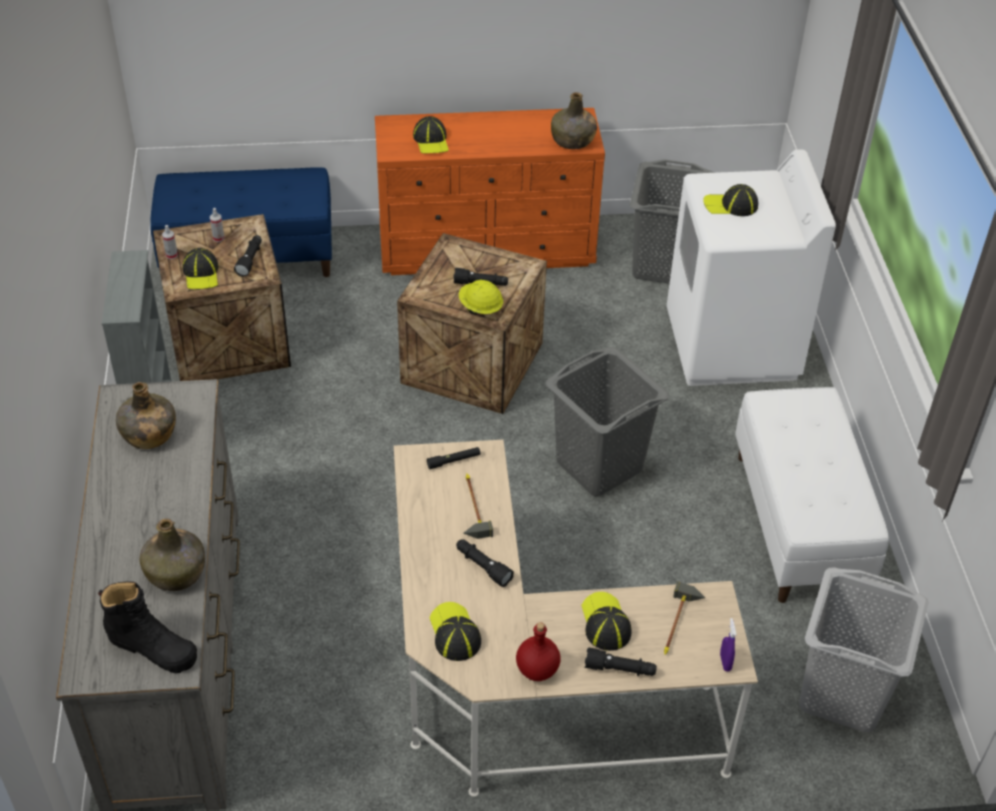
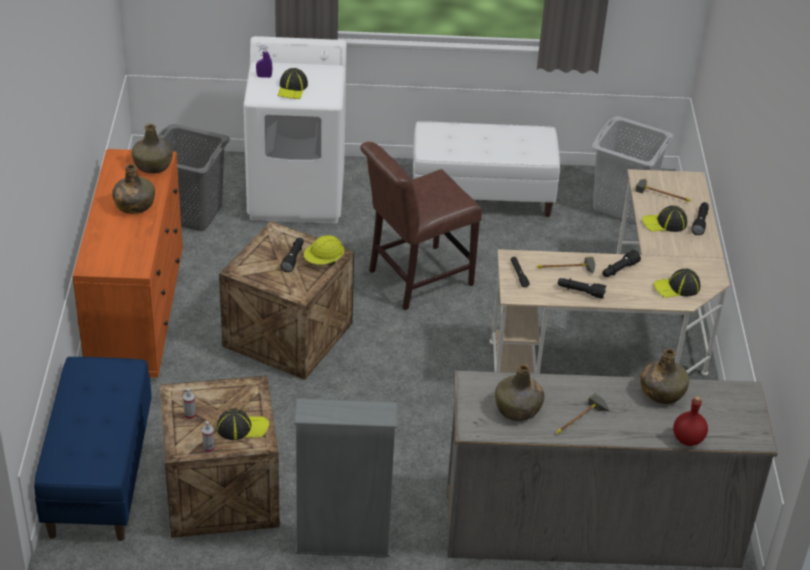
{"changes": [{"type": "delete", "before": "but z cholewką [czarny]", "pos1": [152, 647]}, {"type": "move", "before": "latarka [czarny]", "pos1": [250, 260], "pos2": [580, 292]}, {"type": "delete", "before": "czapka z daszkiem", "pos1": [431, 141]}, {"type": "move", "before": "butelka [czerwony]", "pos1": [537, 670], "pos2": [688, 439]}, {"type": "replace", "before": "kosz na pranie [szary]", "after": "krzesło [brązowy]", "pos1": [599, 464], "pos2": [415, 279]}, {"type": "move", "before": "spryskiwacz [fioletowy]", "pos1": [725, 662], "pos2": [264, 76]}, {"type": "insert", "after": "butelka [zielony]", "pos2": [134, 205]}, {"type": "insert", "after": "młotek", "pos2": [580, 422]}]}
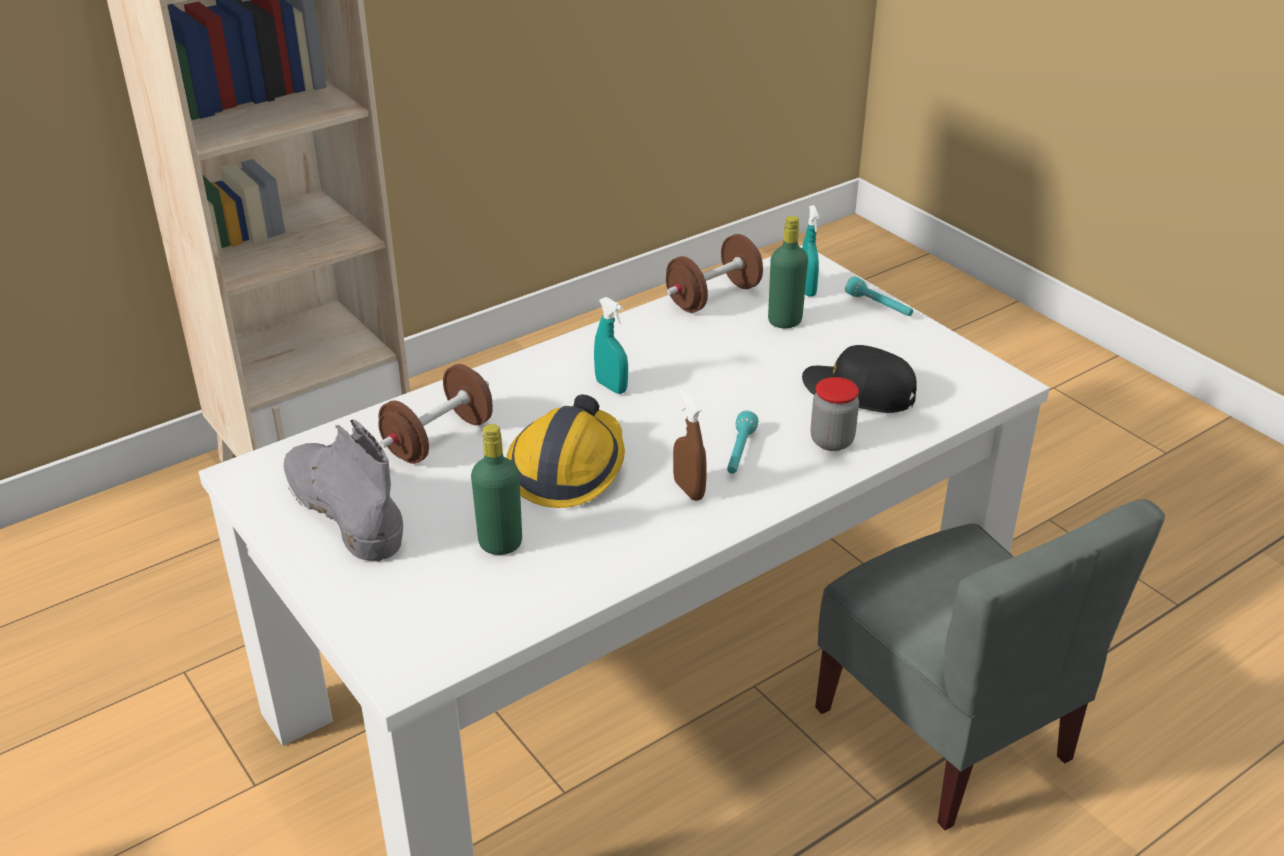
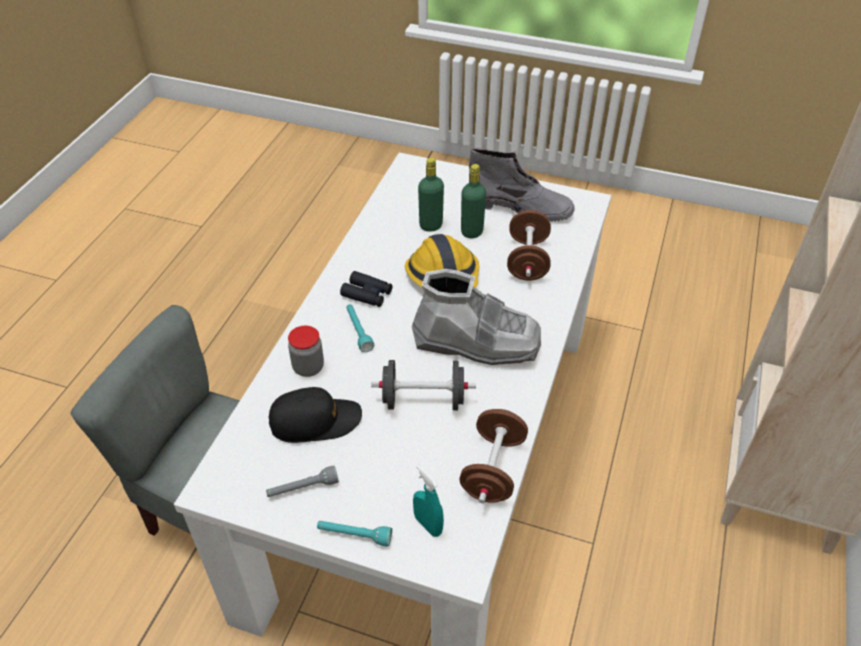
{"changes": [{"type": "replace", "before": "spryskiwacz [turkusowy]", "after": "but z cholewką [szary]", "pos1": [611, 387], "pos2": [477, 342]}, {"type": "replace", "before": "spryskiwacz [brązowy]", "after": "lornetka [czarny]", "pos1": [688, 490], "pos2": [367, 294]}, {"type": "move", "before": "butelka [zielony]", "pos1": [784, 321], "pos2": [472, 232]}, {"type": "insert", "after": "latarka [szary]", "pos2": [302, 488]}, {"type": "insert", "after": "hantel [czarny]", "pos2": [423, 400]}]}
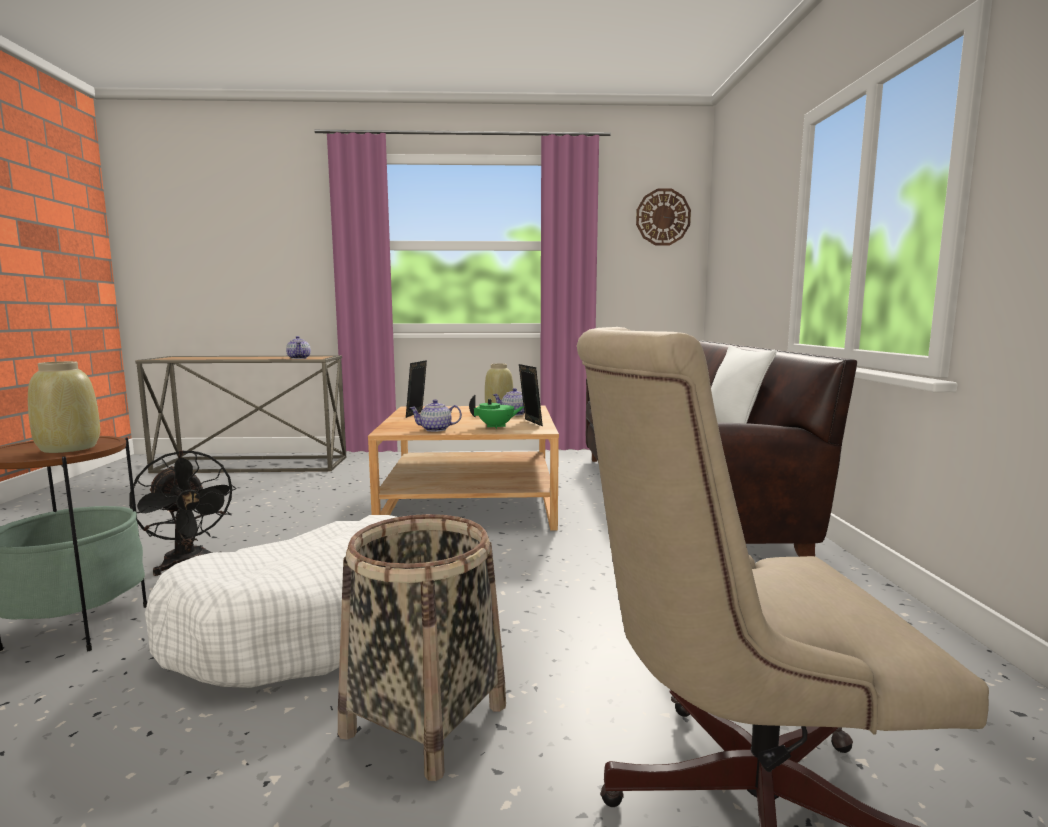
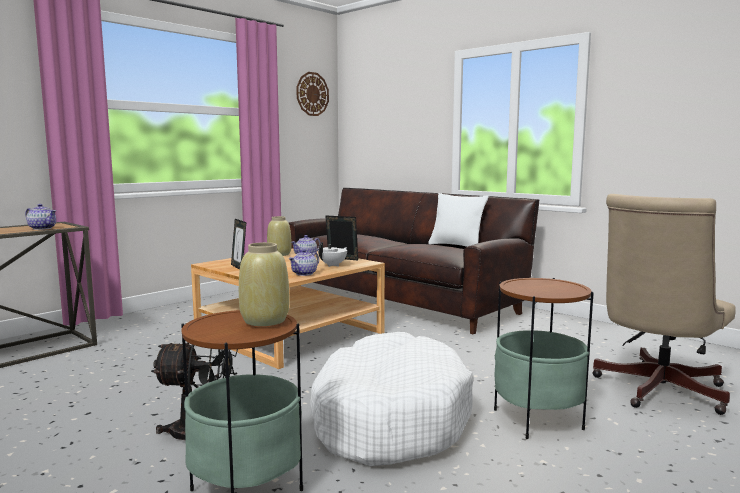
{"changes": [{"type": "replace", "before": "koszyk", "after": "stolik", "pos1": [424, 720], "pos2": [537, 419]}, {"type": "recolor", "before": "imbryk [zielony]", "after": "imbryk [biały]", "pos1": [496, 427], "pos2": [333, 265]}]}
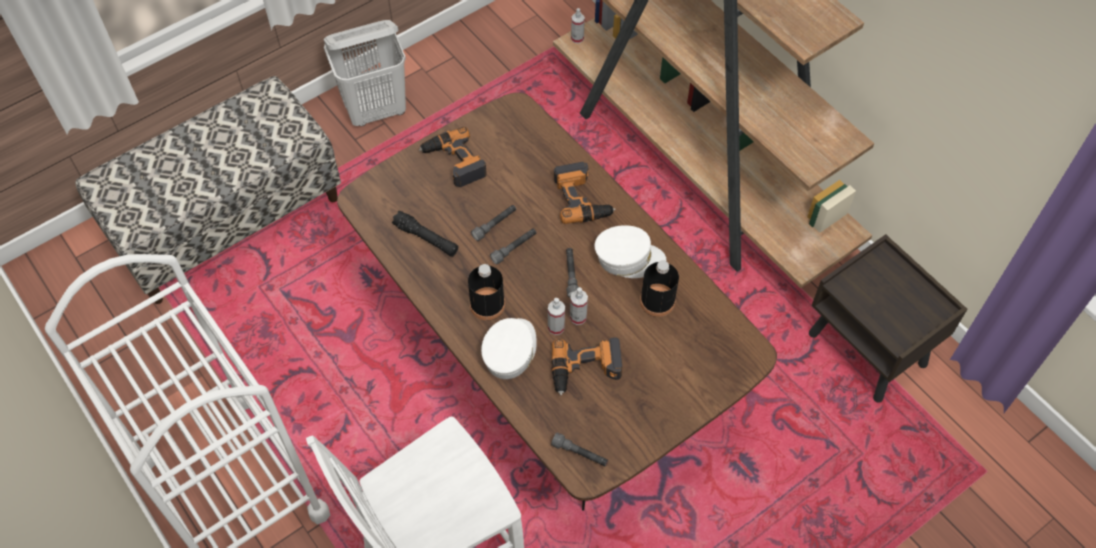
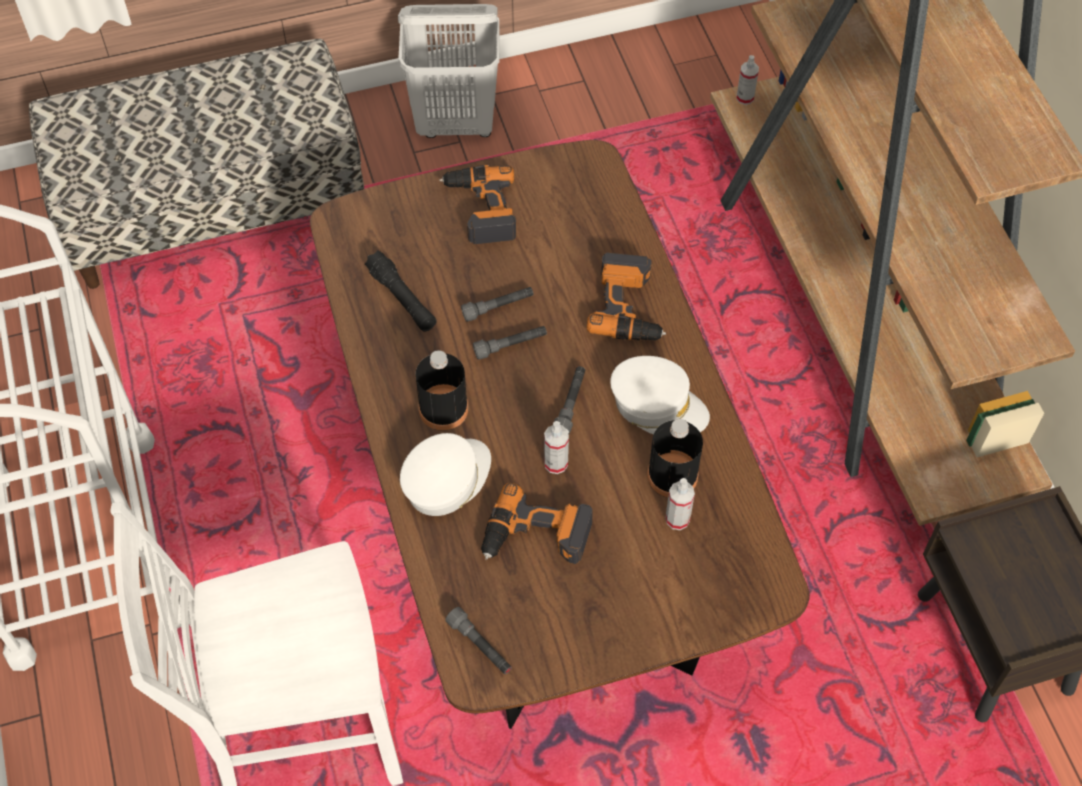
{"changes": [{"type": "move", "before": "spryskiwacz", "pos1": [556, 327], "pos2": [677, 519]}]}
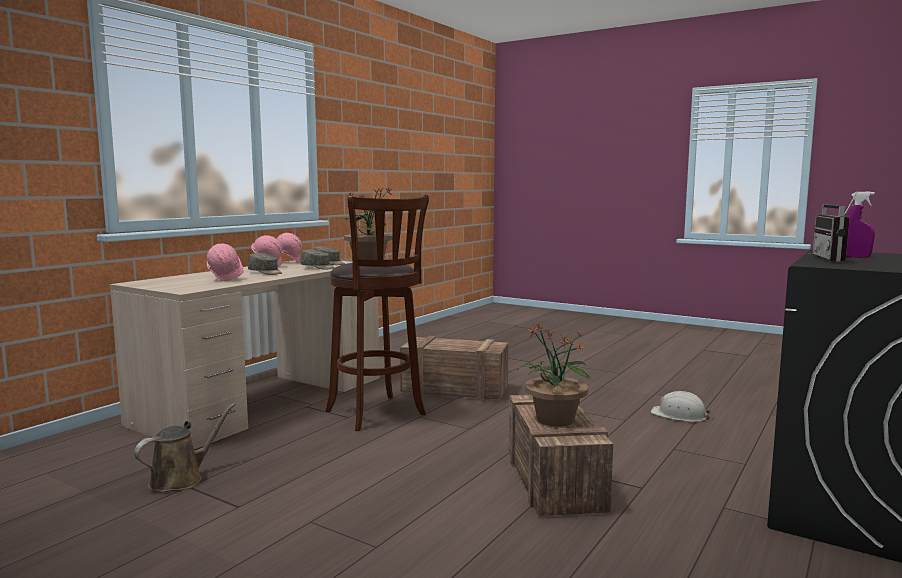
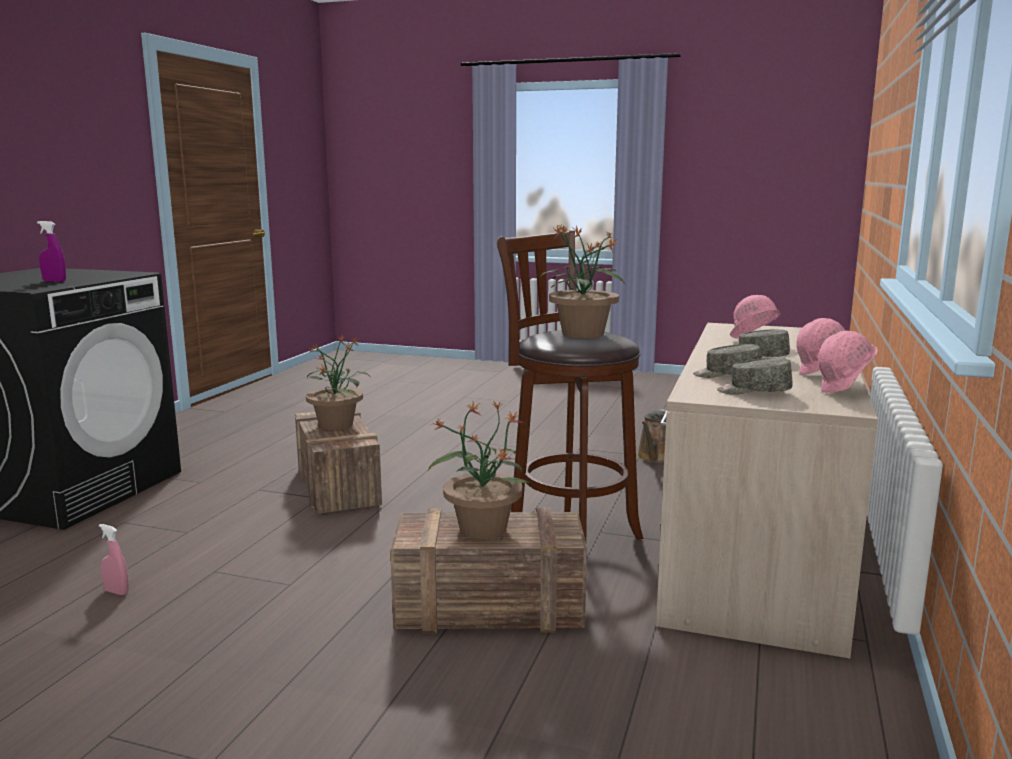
{"changes": [{"type": "replace", "before": "kask [biały]", "after": "spryskiwacz [różowy]", "pos1": [679, 415], "pos2": [116, 592]}, {"type": "delete", "before": "radio", "pos1": [836, 259]}, {"type": "insert", "after": "roślina doniczkowa", "pos2": [482, 528]}]}
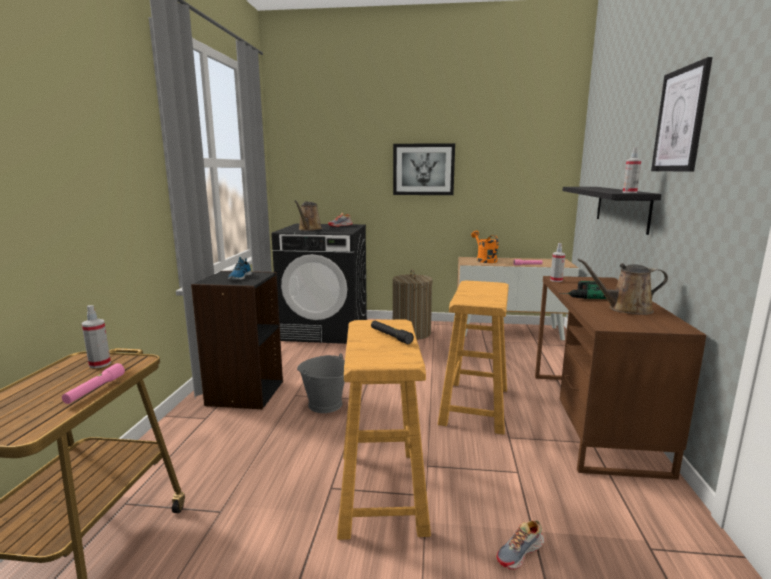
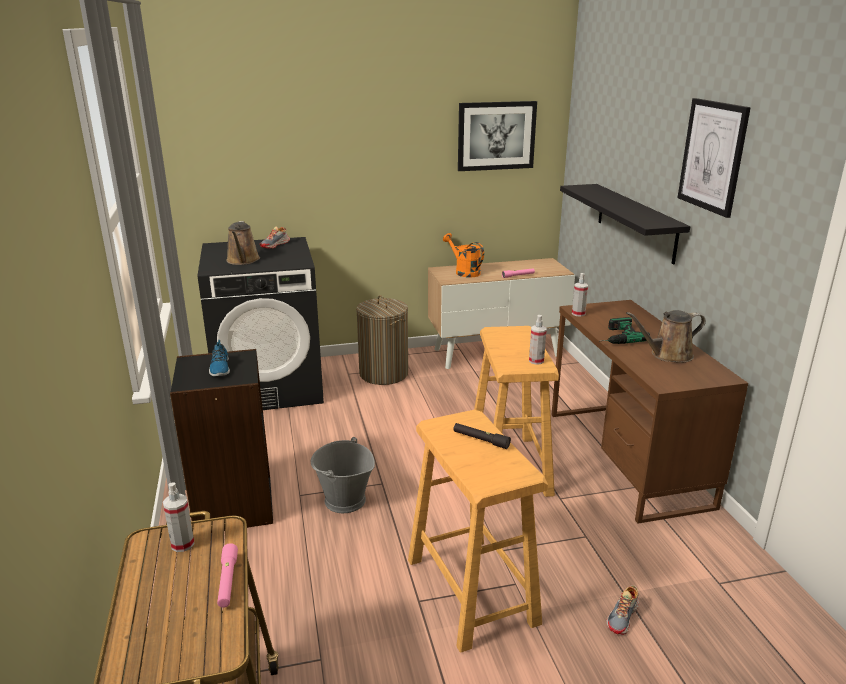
{"changes": [{"type": "move", "before": "obraz", "pos1": [423, 169], "pos2": [496, 136]}, {"type": "move", "before": "spryskiwacz", "pos1": [629, 192], "pos2": [536, 361]}]}
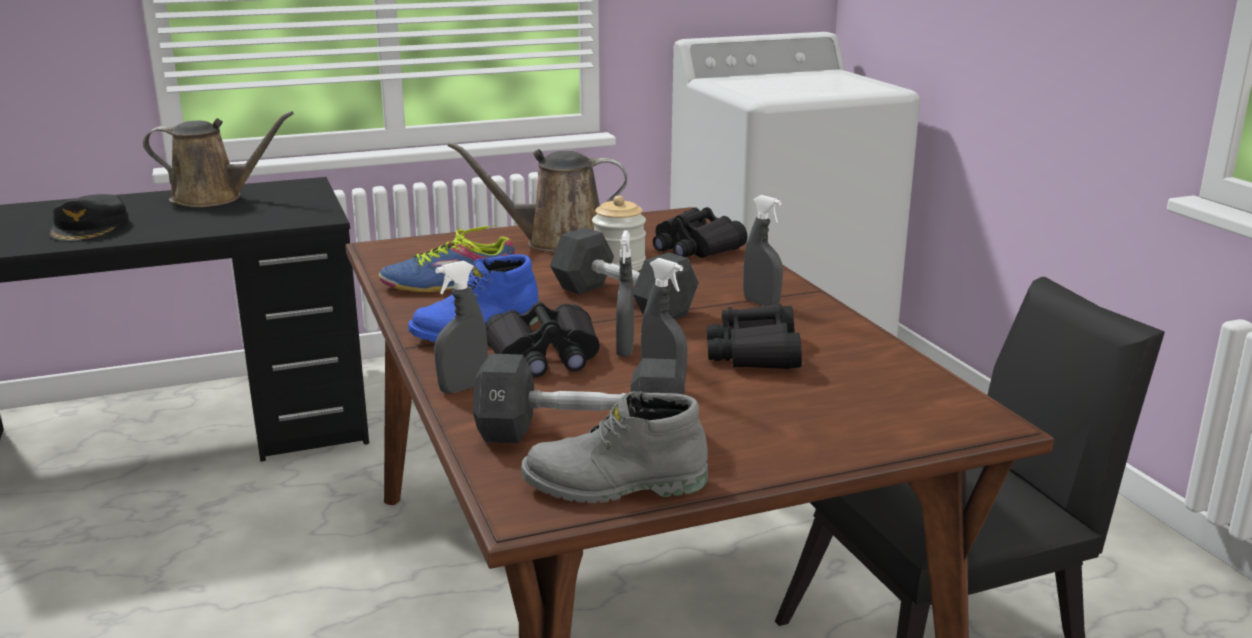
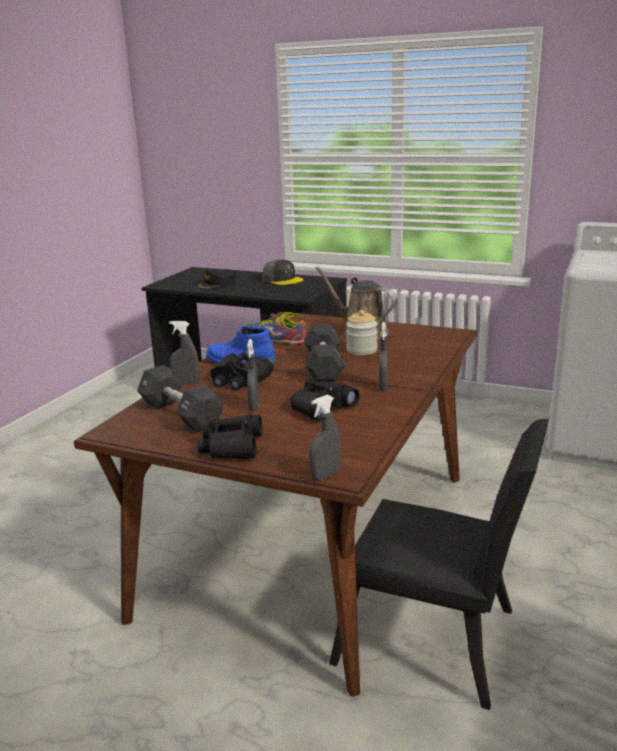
{"changes": [{"type": "replace", "before": "konewka [brązowy]", "after": "czapka z daszkiem [szary]", "pos1": [214, 198], "pos2": [282, 280]}, {"type": "delete", "before": "but z cholewką [szary]", "pos1": [614, 486]}, {"type": "move", "before": "spryskiwacz [szary]", "pos1": [625, 350], "pos2": [325, 475]}, {"type": "move", "before": "lornetka [czarny]", "pos1": [694, 248], "pos2": [232, 447]}]}
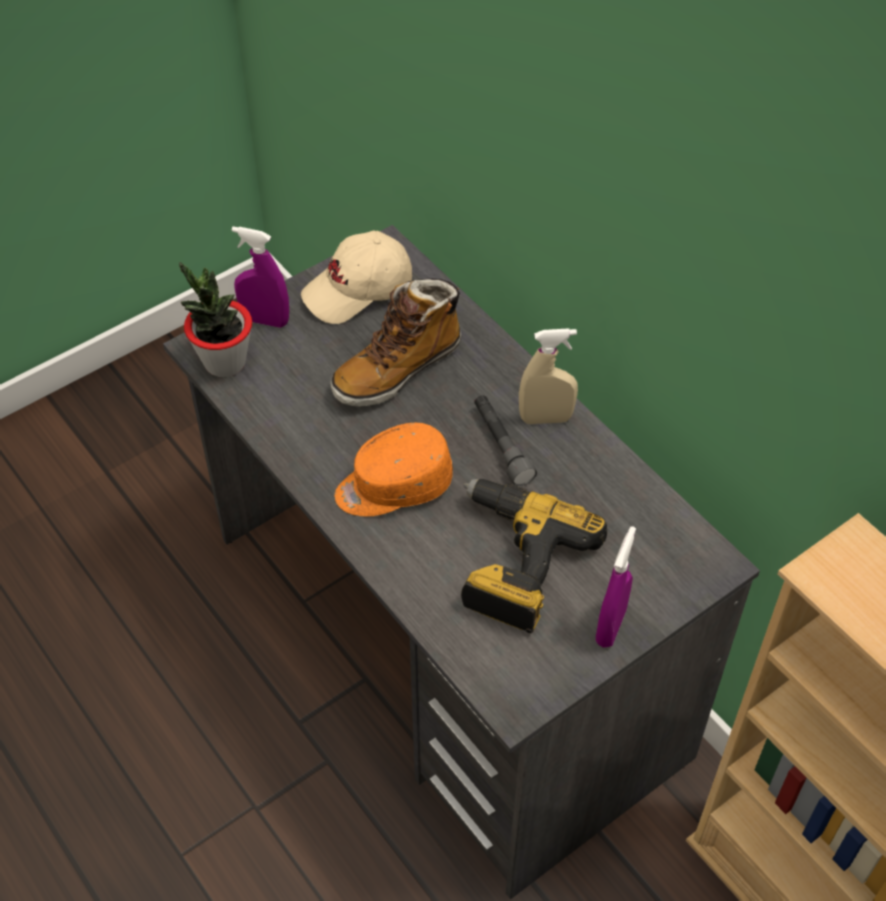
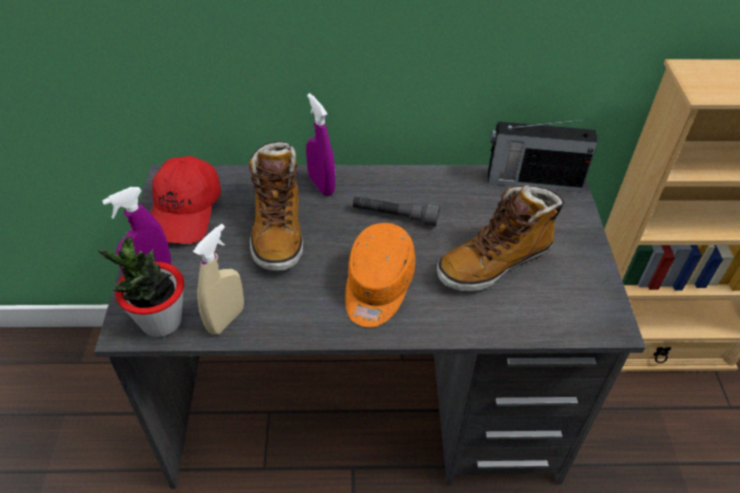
{"changes": [{"type": "recolor", "before": "czapka z daszkiem [beżowy]", "after": "czapka z daszkiem [czerwony]", "pos1": [358, 291], "pos2": [186, 211]}, {"type": "replace", "before": "wiertarka", "after": "but z cholewką", "pos1": [513, 563], "pos2": [495, 262]}, {"type": "move", "before": "spryskiwacz [beżowy]", "pos1": [546, 418], "pos2": [226, 319]}, {"type": "move", "before": "spryskiwacz [fioletowy]", "pos1": [610, 626], "pos2": [321, 185]}, {"type": "insert", "after": "radio", "pos2": [531, 181]}]}
